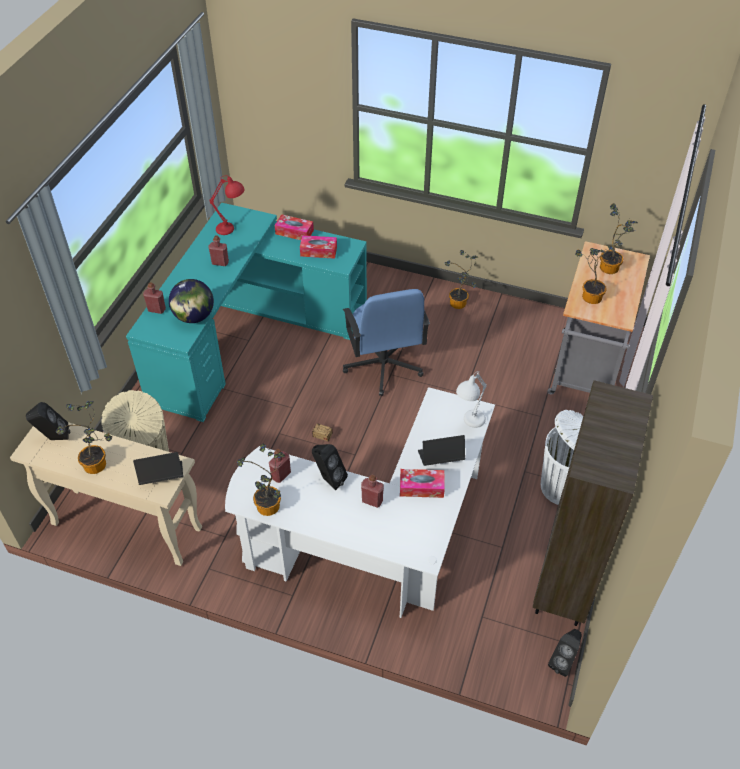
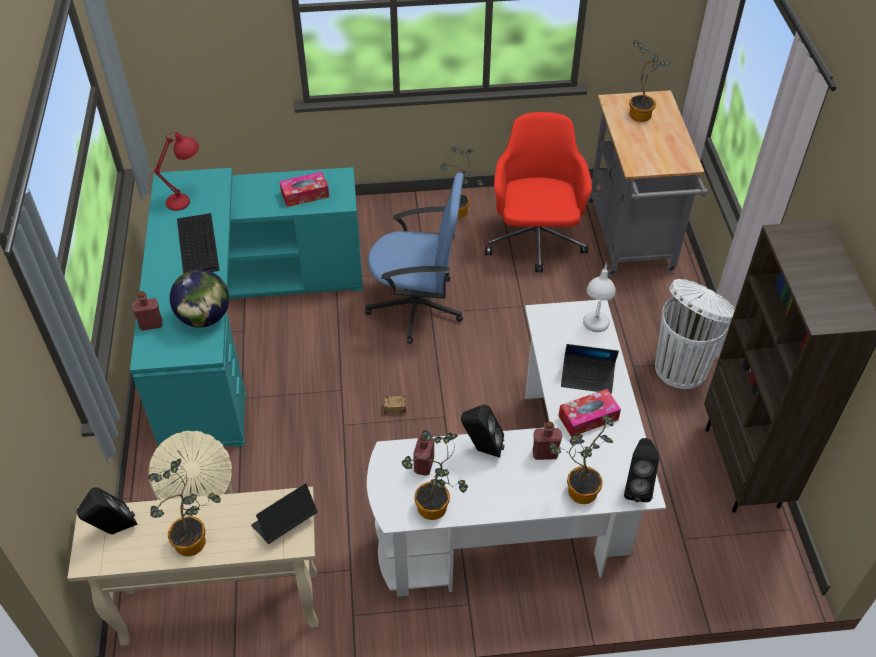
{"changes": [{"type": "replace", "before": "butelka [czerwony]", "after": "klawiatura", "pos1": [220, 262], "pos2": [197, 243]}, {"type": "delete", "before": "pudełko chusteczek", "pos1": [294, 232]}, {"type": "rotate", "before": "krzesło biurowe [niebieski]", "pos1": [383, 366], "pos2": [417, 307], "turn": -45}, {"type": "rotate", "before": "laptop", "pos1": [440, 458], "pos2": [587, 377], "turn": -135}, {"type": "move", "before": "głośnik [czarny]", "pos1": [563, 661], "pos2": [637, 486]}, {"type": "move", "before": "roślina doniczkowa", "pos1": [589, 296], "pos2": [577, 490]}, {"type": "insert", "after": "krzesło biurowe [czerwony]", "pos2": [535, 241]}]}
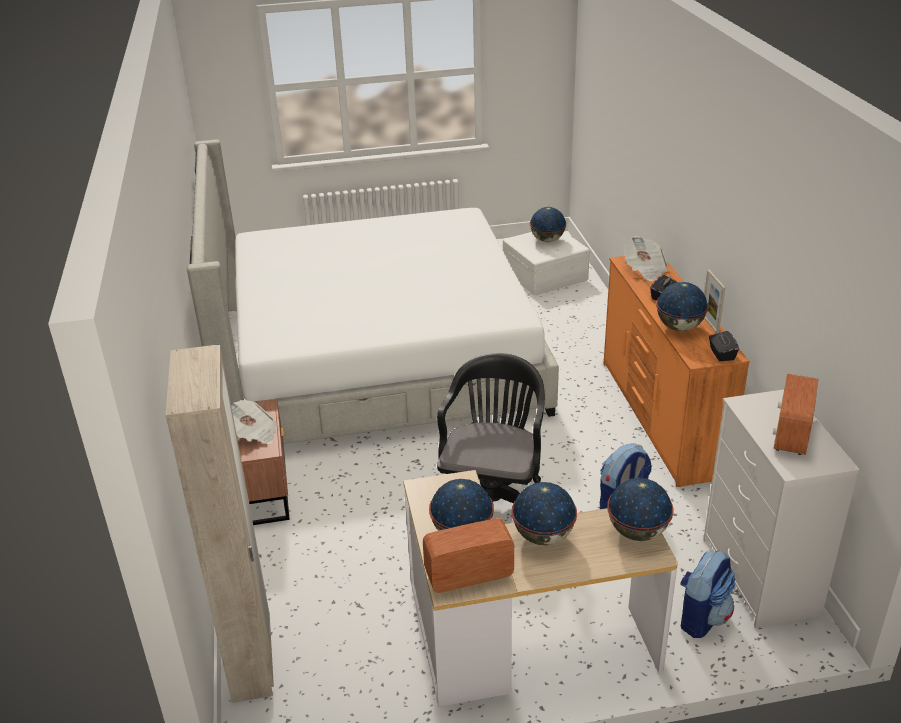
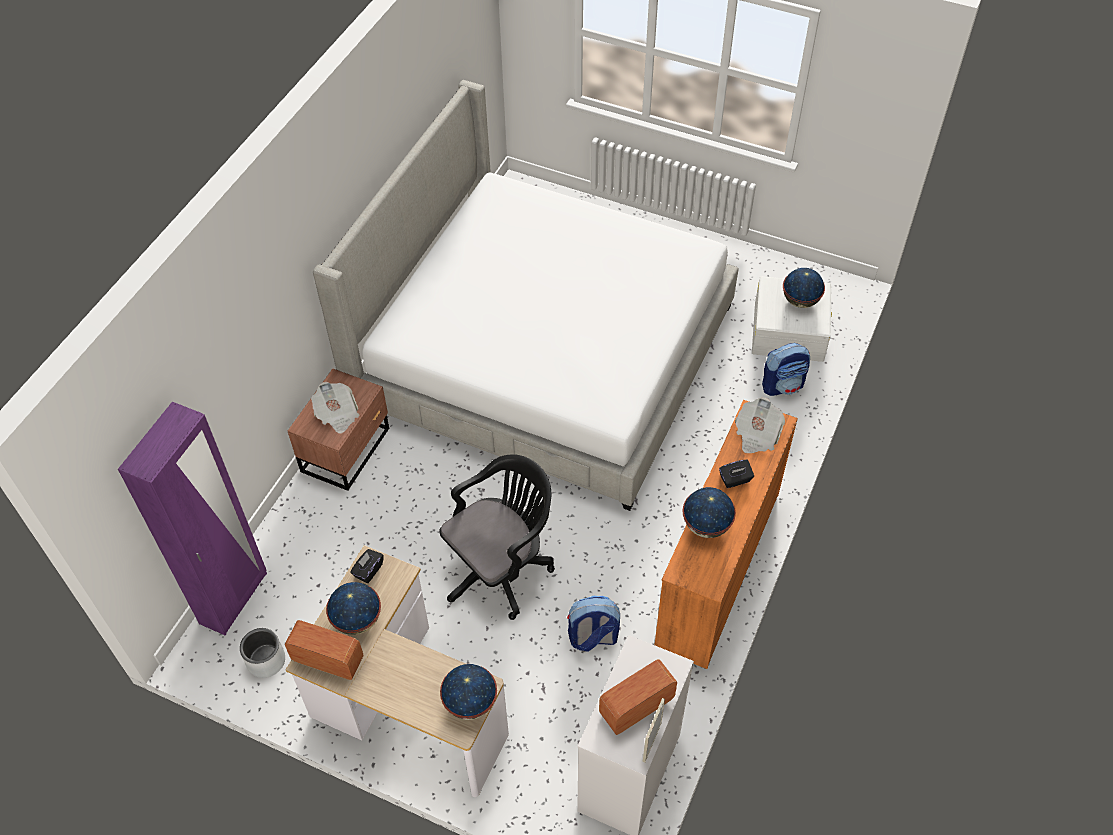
{"changes": [{"type": "recolor", "before": "szafa [beżowy]", "after": "szafa [fioletowy]", "pos1": [252, 660], "pos2": [234, 599]}, {"type": "delete", "before": "globus", "pos1": [543, 537]}, {"type": "move", "before": "plecak", "pos1": [701, 617], "pos2": [783, 385]}, {"type": "move", "before": "ramka na zdjęcie", "pos1": [710, 324], "pos2": [651, 742]}, {"type": "move", "before": "pudełko chusteczek [czarny]", "pos1": [721, 354], "pos2": [368, 570]}, {"type": "insert", "after": "donica [szary]", "pos2": [266, 660]}]}
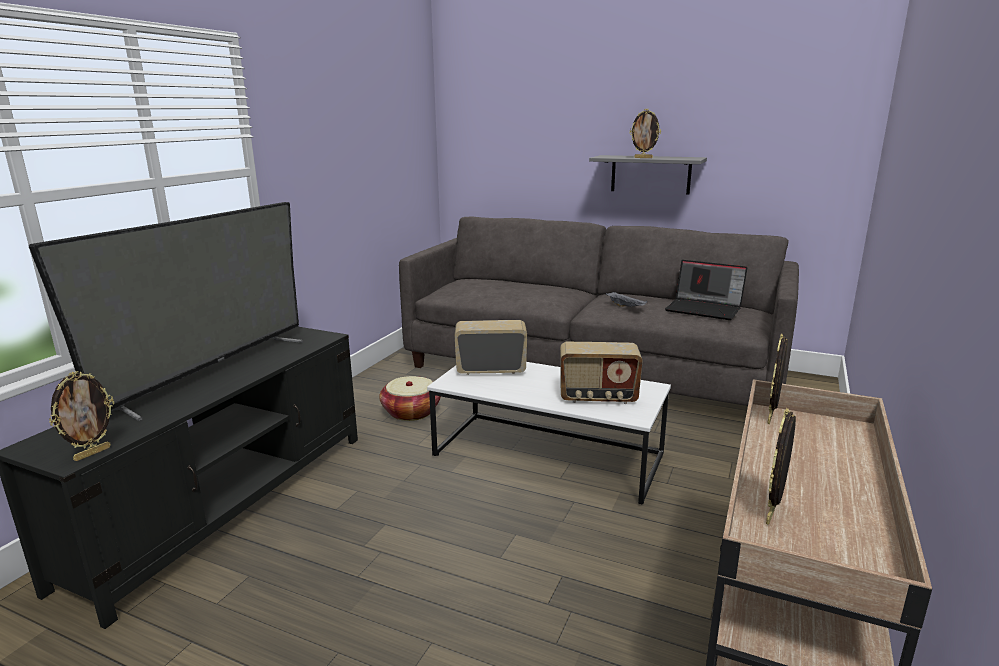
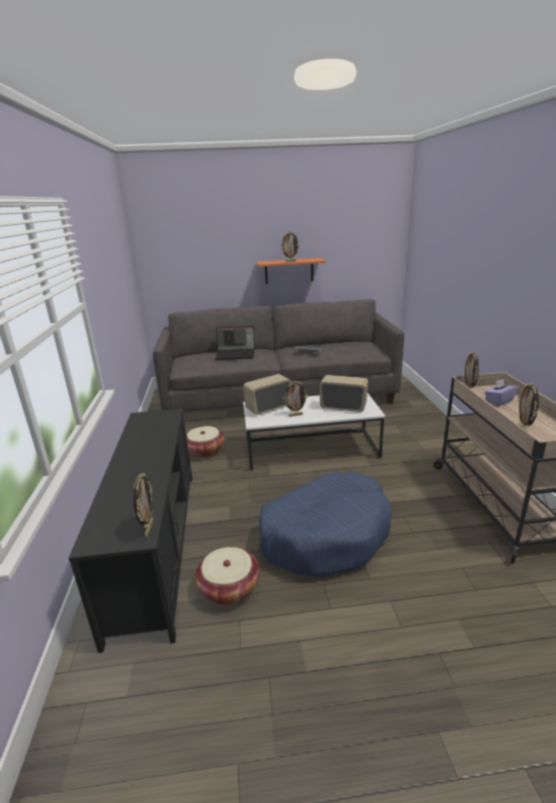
{"changes": [{"type": "delete", "before": "telewizor", "pos1": [212, 372]}, {"type": "rotate", "before": "radio", "pos1": [598, 397], "pos2": [343, 407], "turn": -135}, {"type": "recolor", "before": "półka [szary]", "after": "półka [pomarańczowy]", "pos1": [650, 174], "pos2": [289, 270]}, {"type": "move", "before": "laptop", "pos1": [705, 309], "pos2": [236, 354]}, {"type": "insert", "after": "koszyk", "pos2": [229, 588]}, {"type": "insert", "after": "legowisko [niebieski]", "pos2": [325, 534]}, {"type": "insert", "after": "ramka na zdjęcie", "pos2": [296, 415]}, {"type": "insert", "after": "pudełko chusteczek [fioletowy]", "pos2": [499, 401]}]}
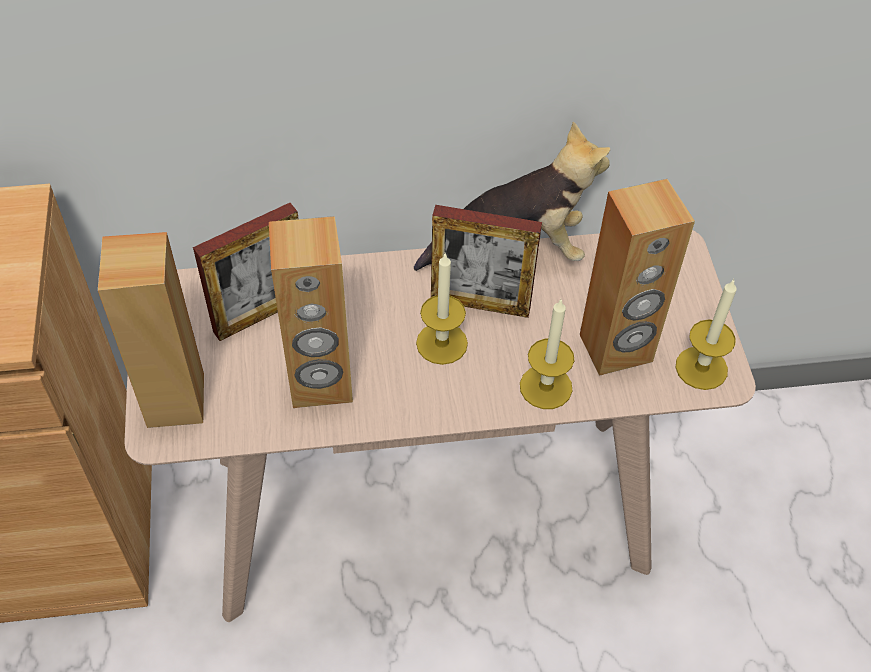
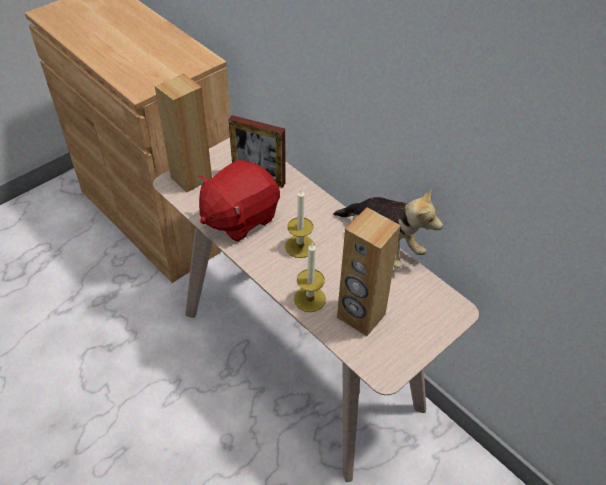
{"changes": [{"type": "replace", "before": "głośnik [brązowy]", "after": "pluszak [czerwony]", "pos1": [321, 383], "pos2": [239, 217]}, {"type": "delete", "before": "ramka na zdjęcie", "pos1": [480, 304]}, {"type": "delete", "before": "świeca", "pos1": [701, 368]}]}
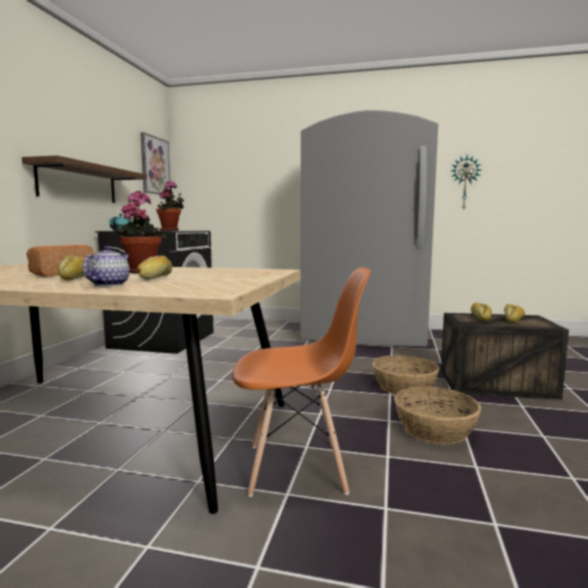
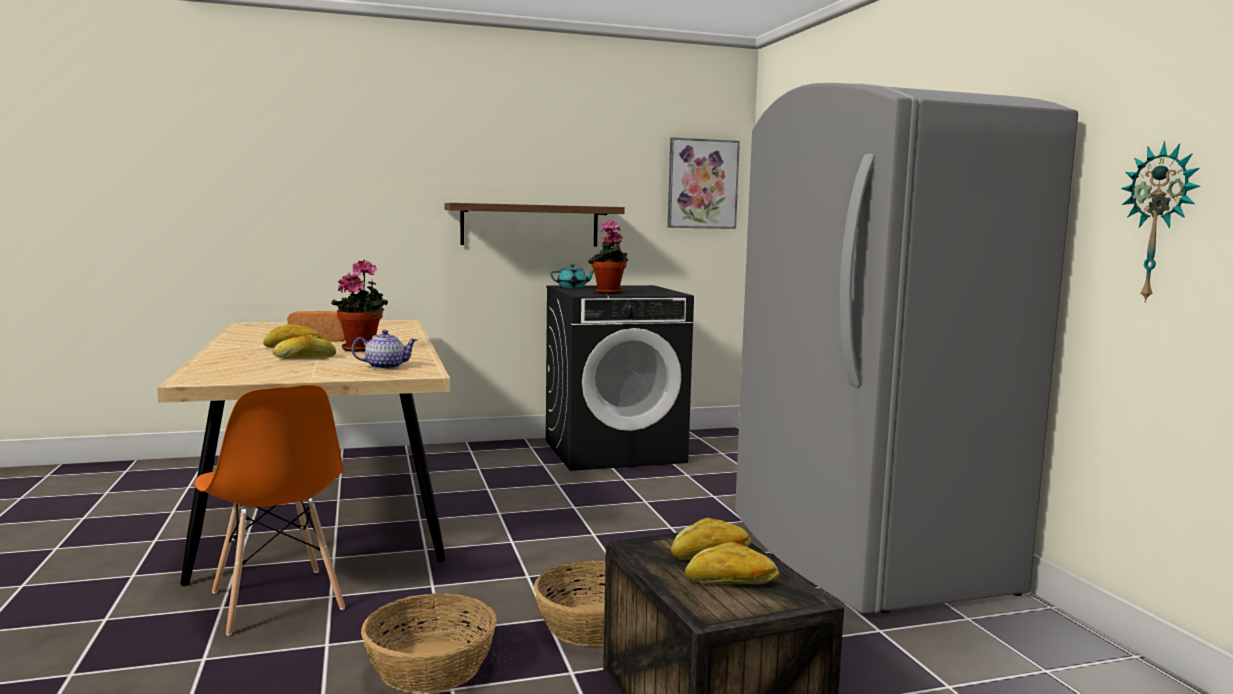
{"changes": [{"type": "move", "before": "imbryk", "pos1": [109, 284], "pos2": [385, 367]}]}
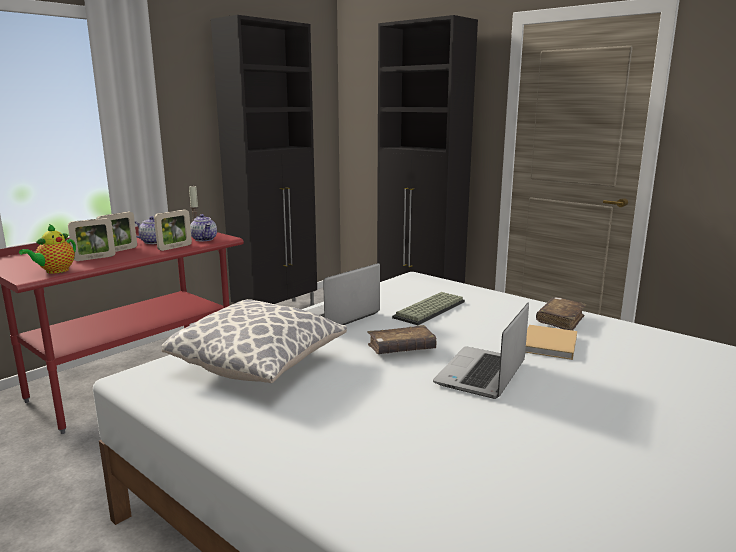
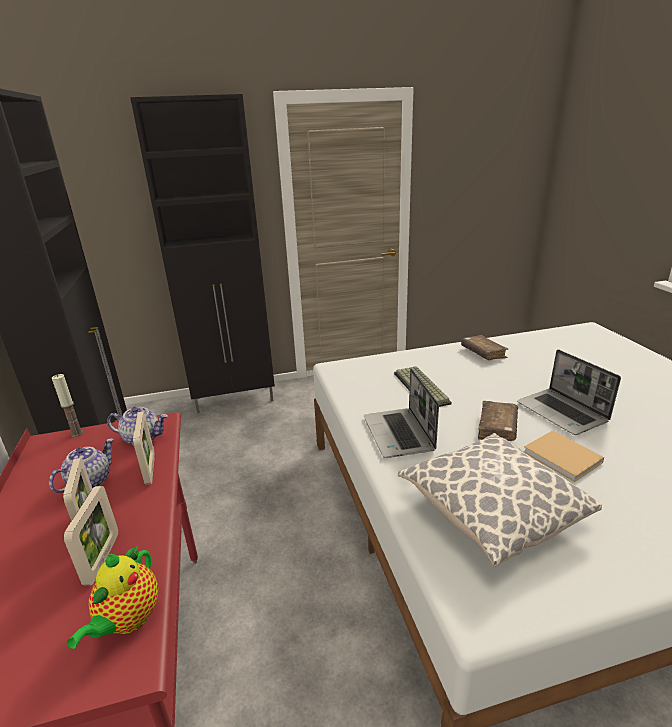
{"changes": [{"type": "rotate", "before": "imbryk", "pos1": [55, 271], "pos2": [128, 620], "turn": 45}, {"type": "move", "before": "książka [beżowy]", "pos1": [549, 345], "pos2": [564, 458]}]}
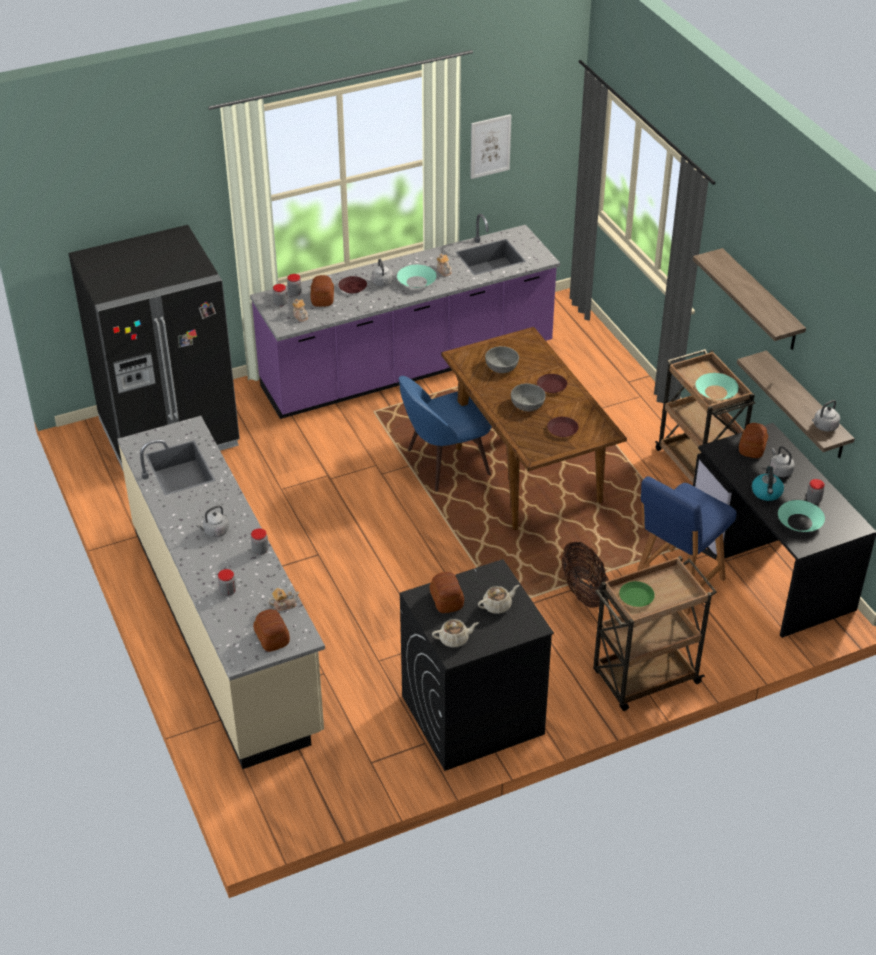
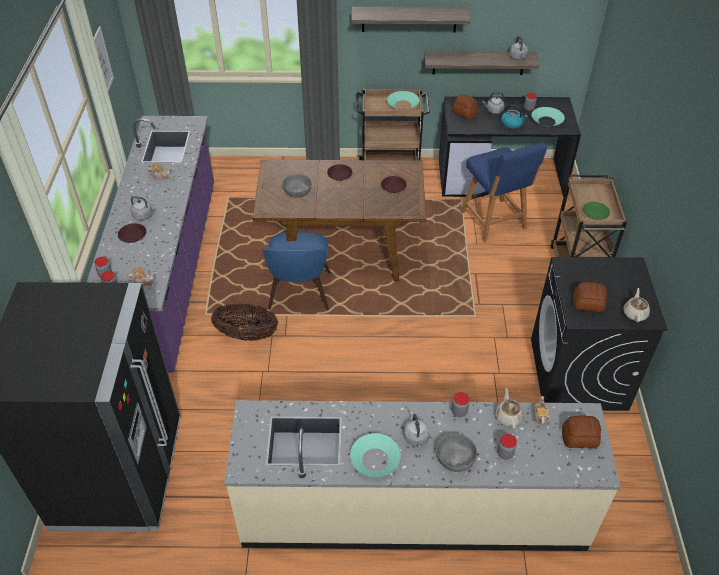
{"changes": [{"type": "delete", "before": "chleb", "pos1": [322, 299]}, {"type": "move", "before": "miska [turkusowy]", "pos1": [416, 282], "pos2": [375, 459]}, {"type": "move", "before": "imbryk [beżowy]", "pos1": [497, 606], "pos2": [508, 416]}, {"type": "move", "before": "miska [szary]", "pos1": [527, 404], "pos2": [455, 459]}, {"type": "move", "before": "koszyk", "pos1": [583, 592], "pos2": [247, 335]}]}
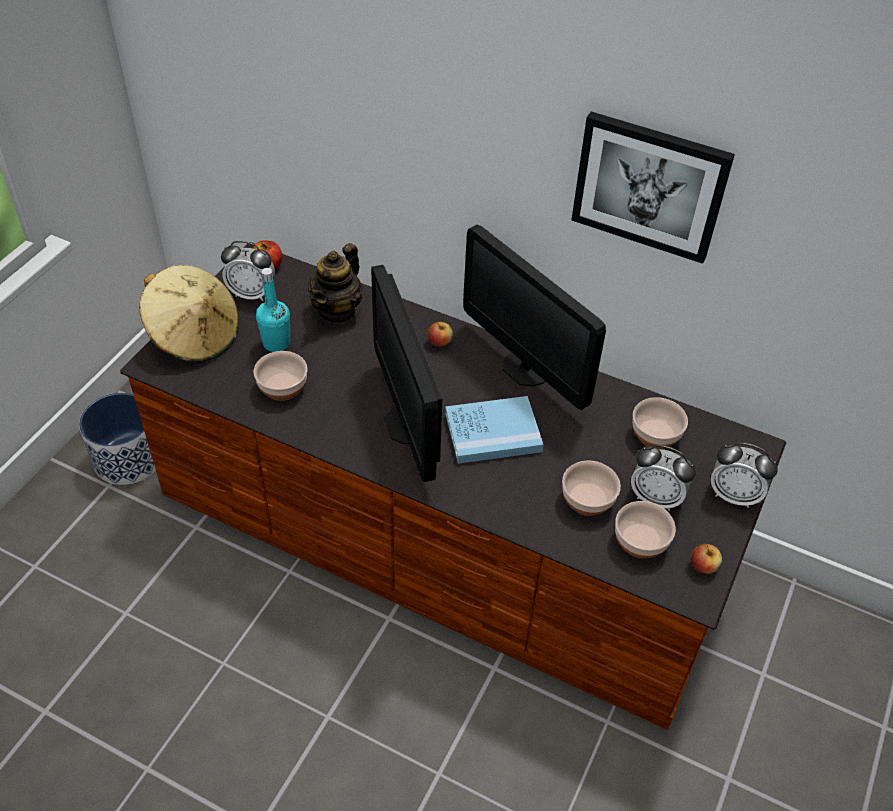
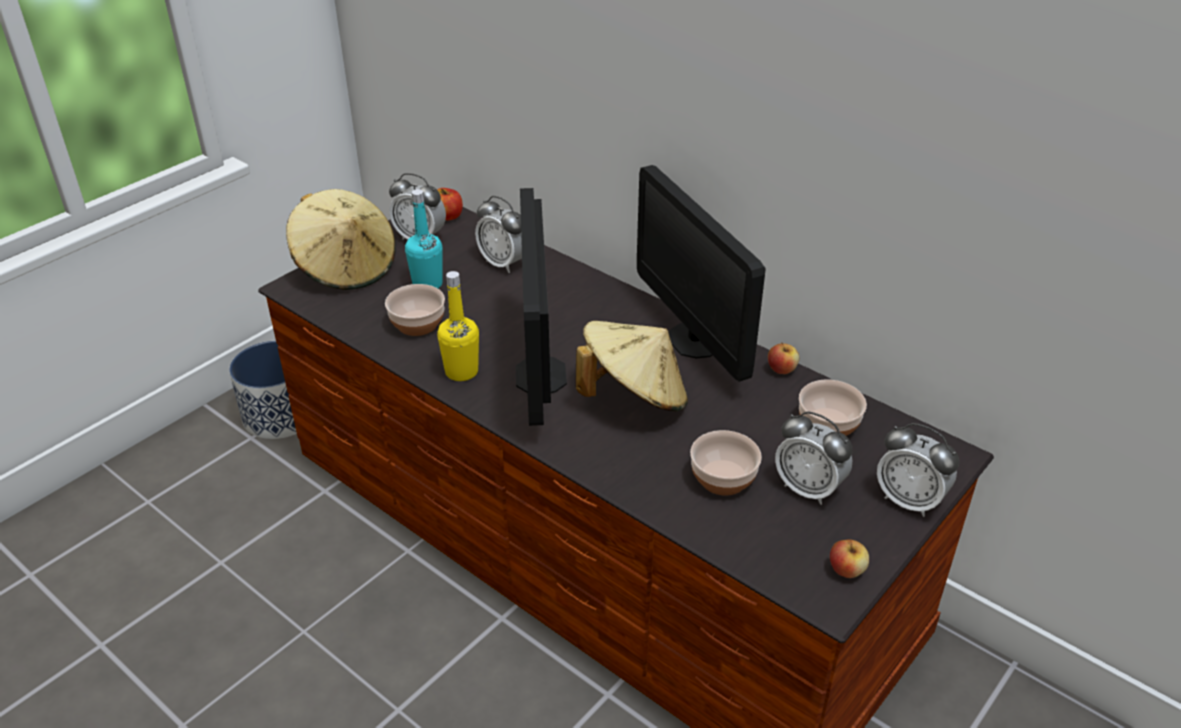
{"changes": [{"type": "replace", "before": "imbryk", "after": "budzik", "pos1": [337, 311], "pos2": [504, 263]}, {"type": "move", "before": "jabłko", "pos1": [439, 342], "pos2": [781, 369]}, {"type": "replace", "before": "książka [niebieski]", "after": "kapelusz [beżowy]", "pos1": [493, 432], "pos2": [633, 396]}, {"type": "delete", "before": "obraz", "pos1": [650, 186]}, {"type": "delete", "before": "miska", "pos1": [641, 542]}, {"type": "insert", "after": "butelka [żółty]", "pos2": [461, 371]}]}
